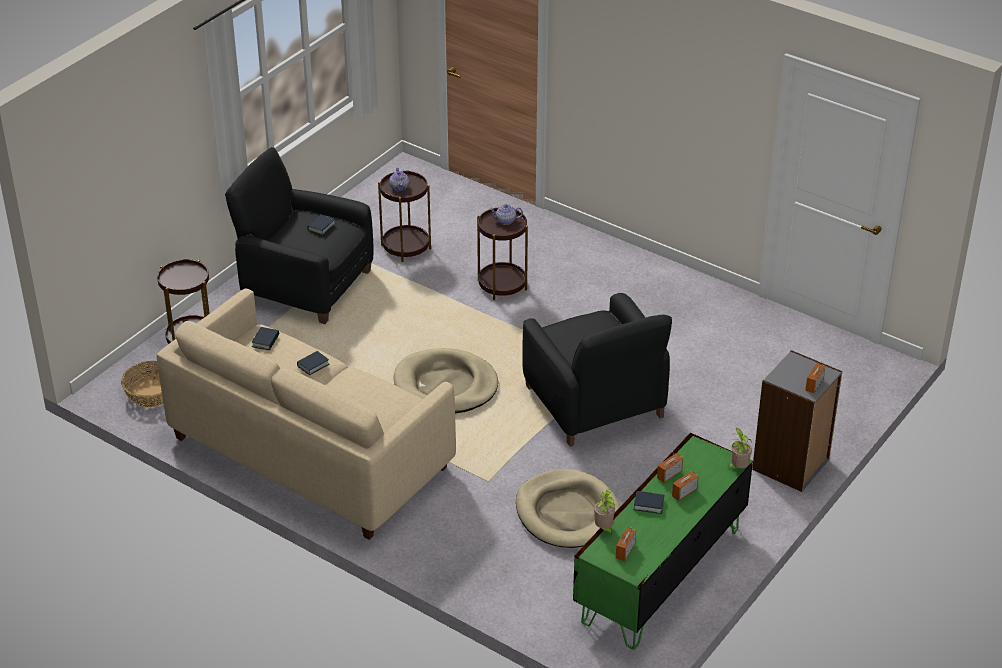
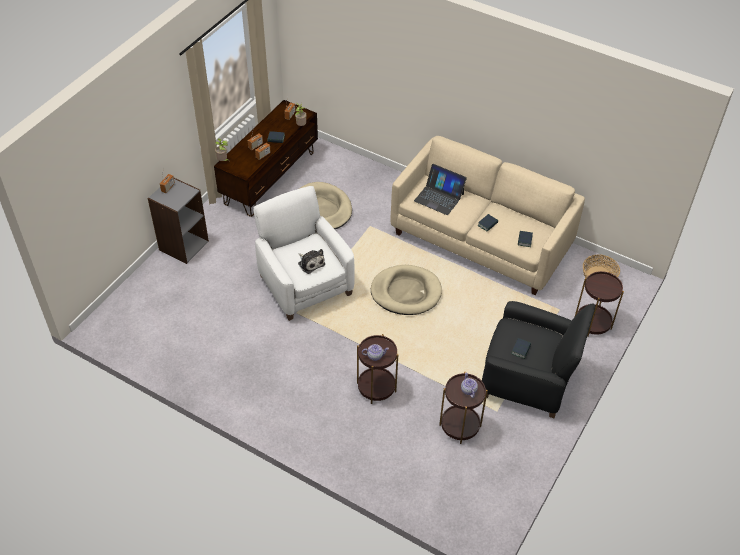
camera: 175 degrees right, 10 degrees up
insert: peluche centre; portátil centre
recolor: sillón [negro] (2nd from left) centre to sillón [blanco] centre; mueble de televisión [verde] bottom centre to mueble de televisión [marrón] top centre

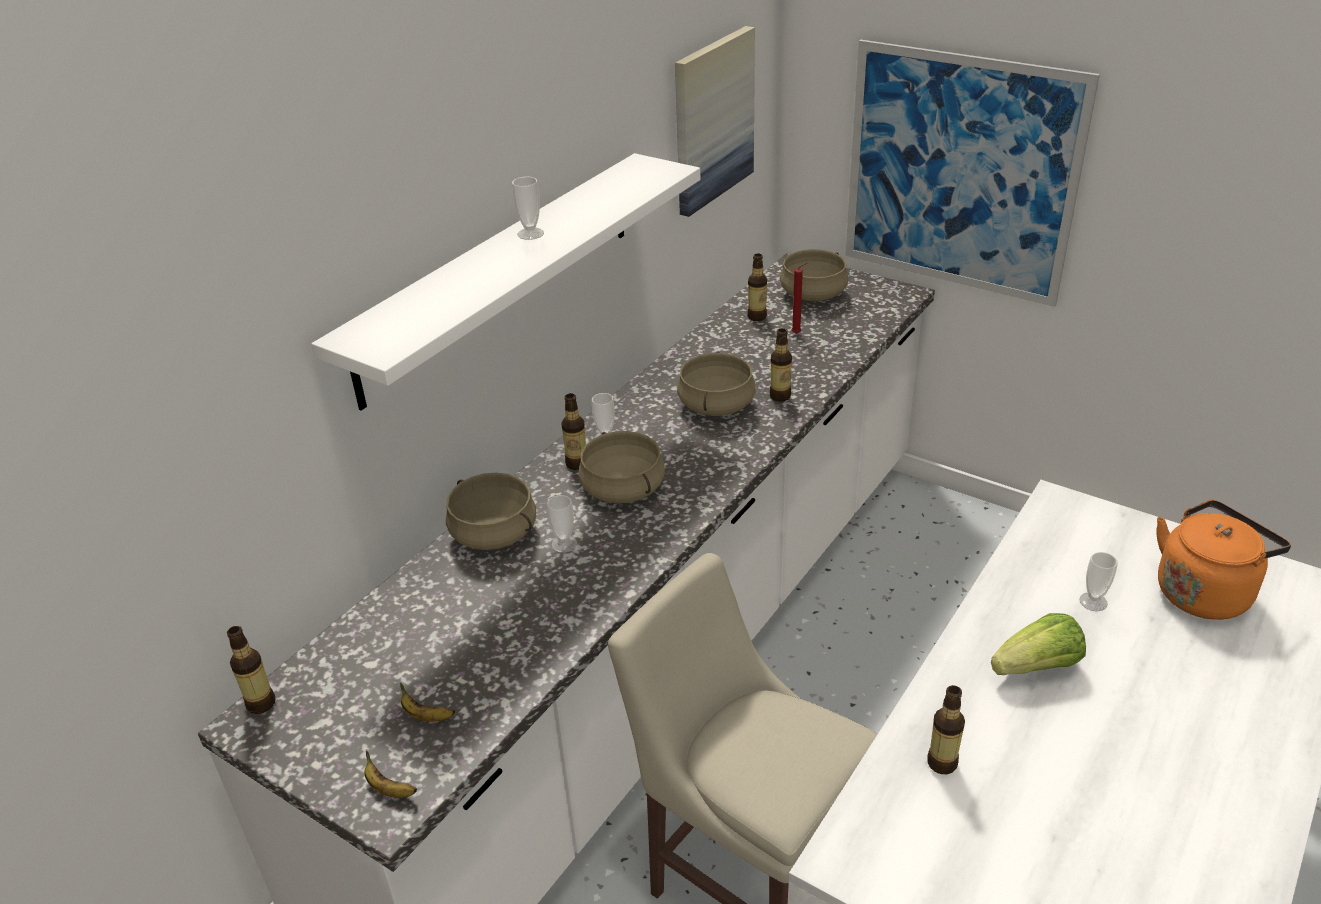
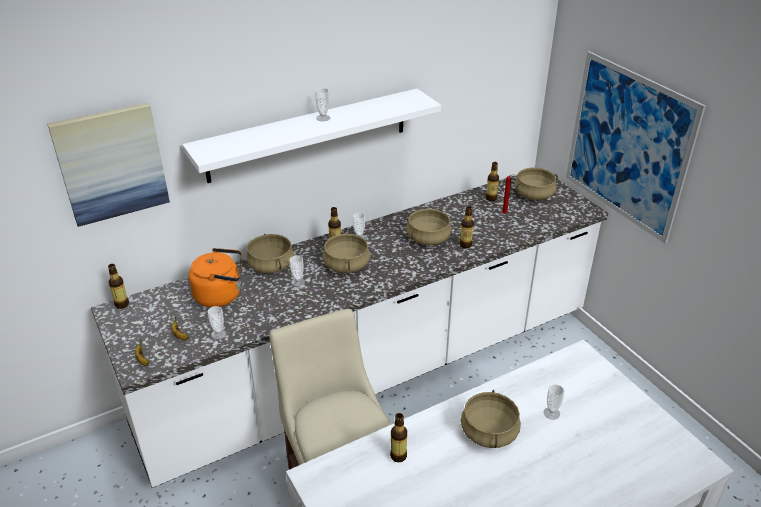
camera: 25 degrees right, 0 degrees up
insert: taza (1st from left) middle left
move: cuadro (1st from left) top centre to top left; hervidor [naranja] middle right to middle left
replace: lechuga bottom right to olla [beis] (4th from left) bottom centre

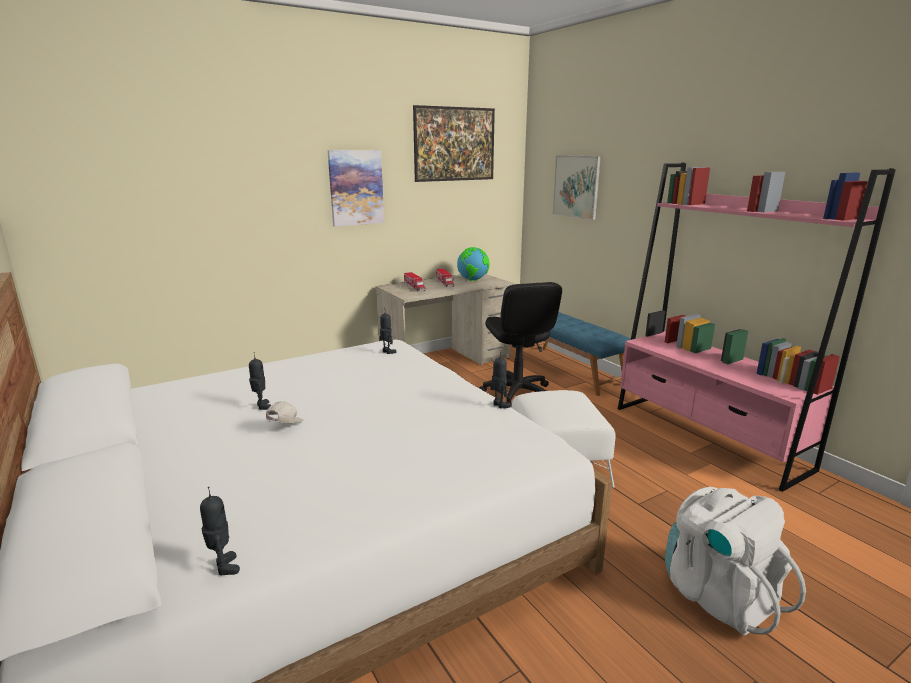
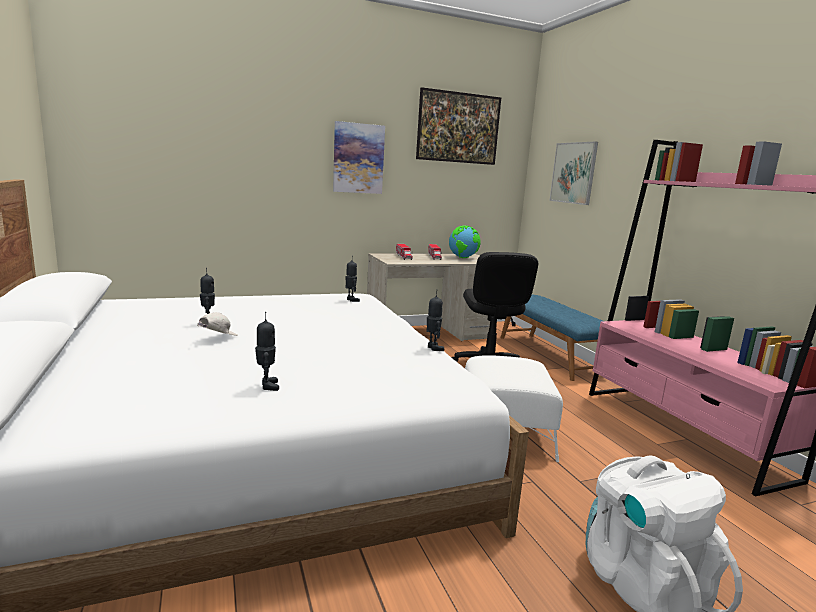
camera: 10 degrees right, 5 degrees down
move: robot de juguete (1st from left in the first image) bottom left to robot de juguete (2nd from left) middle left

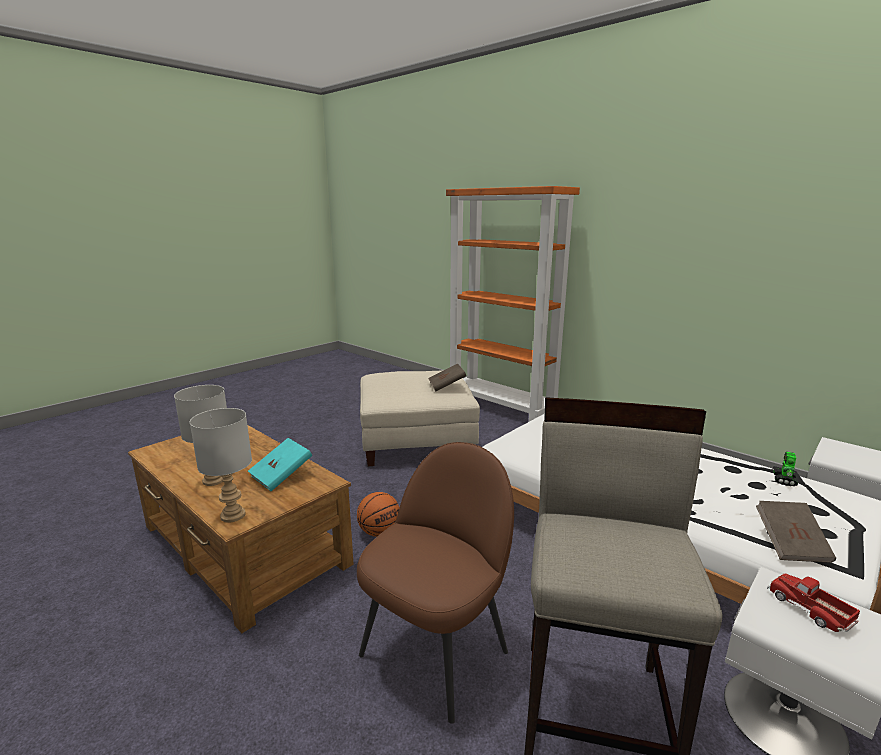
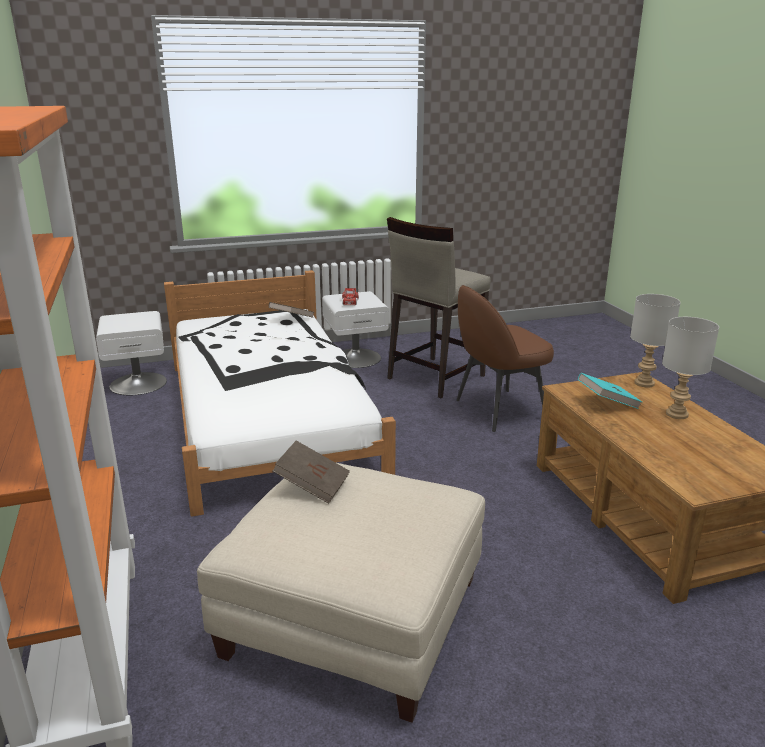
camera: 150 degrees left, 5 degrees up
delete: balón de baloncesto bottom centre; robot de juguete middle right

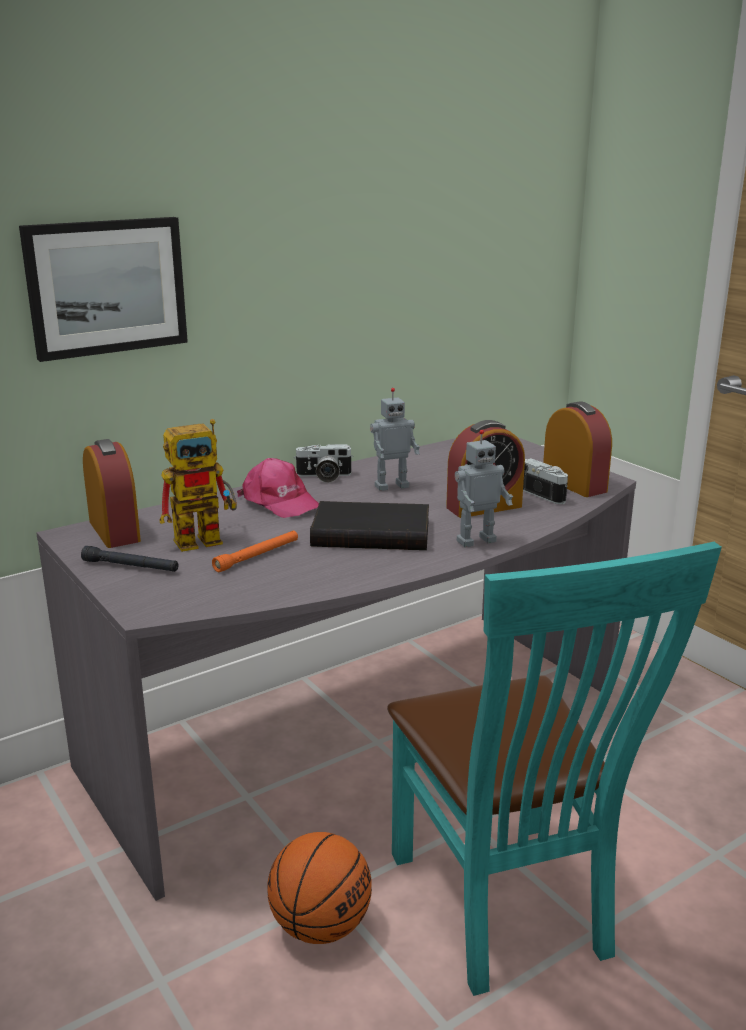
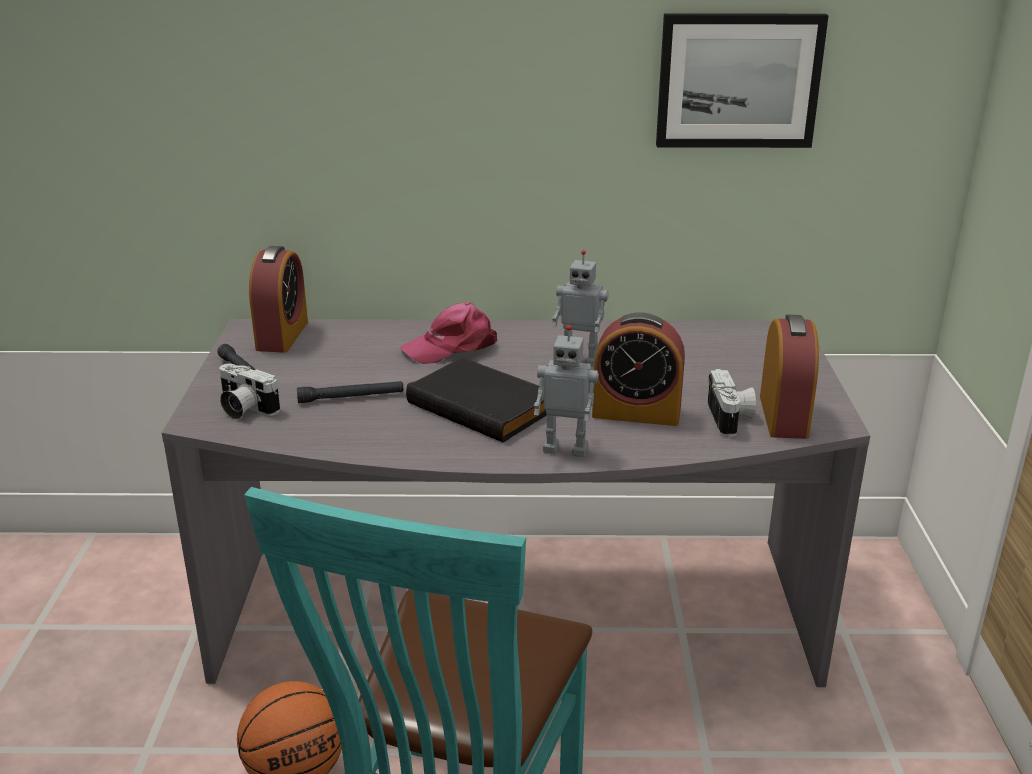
camera: 35 degrees right, 5 degrees up
delete: robot de juguete (1st from left) middle left
move: cuadro top left to top right; cámara (1st from left) centre to middle left
recolor: linterna [naranja] centre to linterna [negro] (2nd from left) centre
rotate: gorra [rosa] centre = centre 75 degrees clockwise

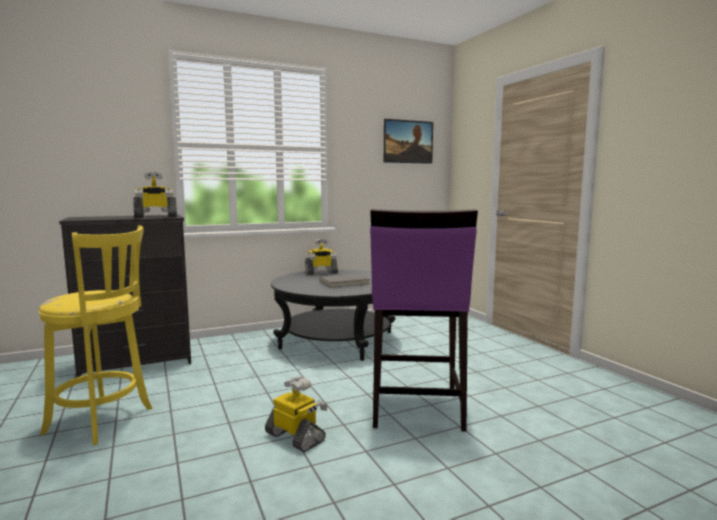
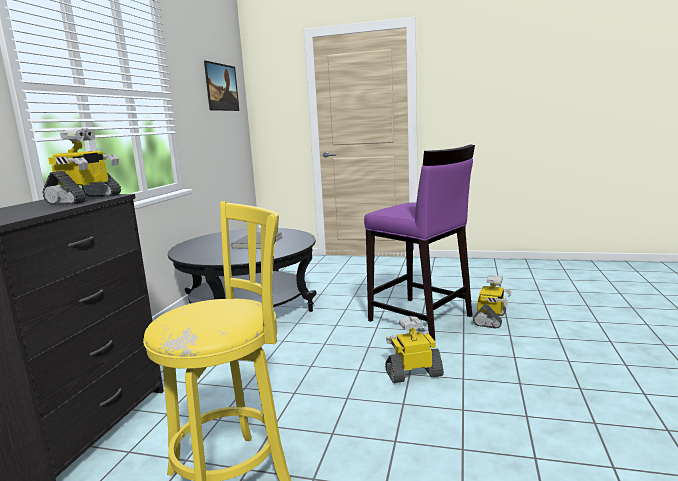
camera: 50 degrees left, 5 degrees up
move: robot de juguete (3rd from left) centre to middle right

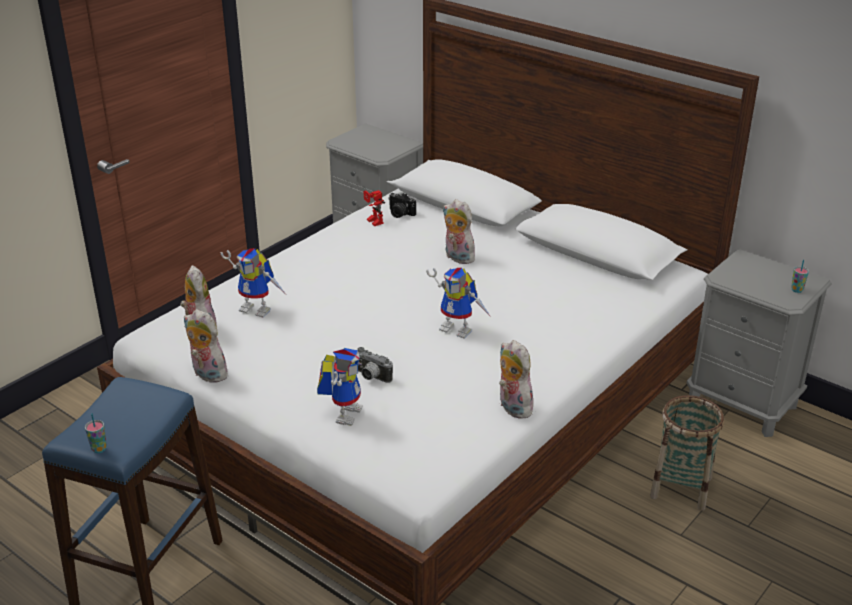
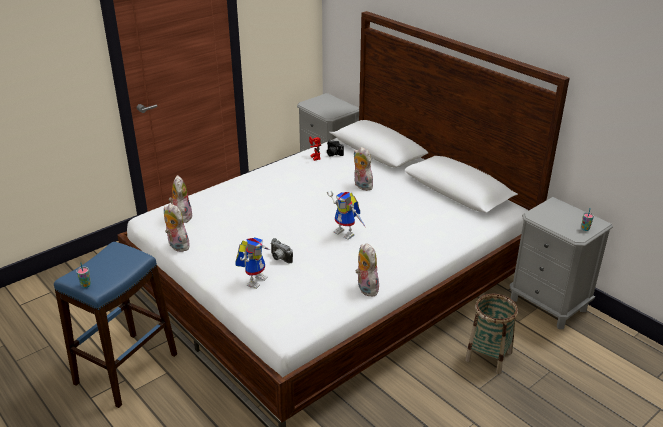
camera: 10 degrees right, 0 degrees up
delete: robot de juguete (1st from left) middle left

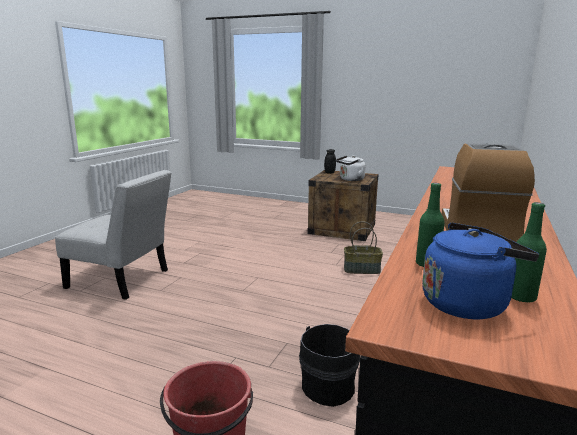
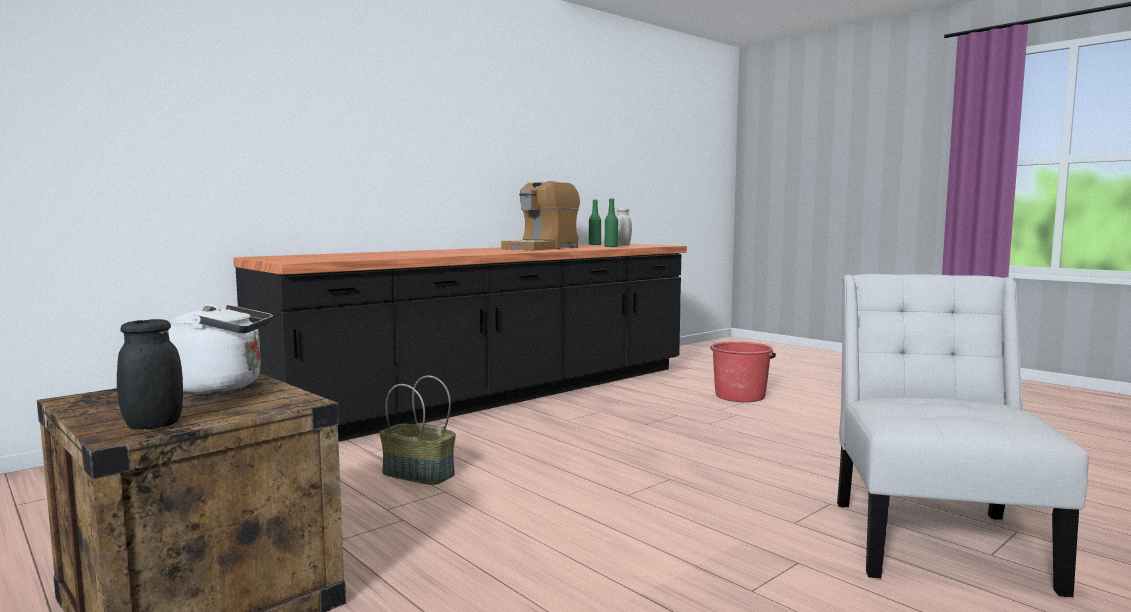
camera: 155 degrees left, 10 degrees down
delete: cubo [negro] bottom centre
replace: hervidor [azul] middle right to tarro [blanco] centre
rotate: silla [blanco] middle left = bottom right 60 degrees clockwise

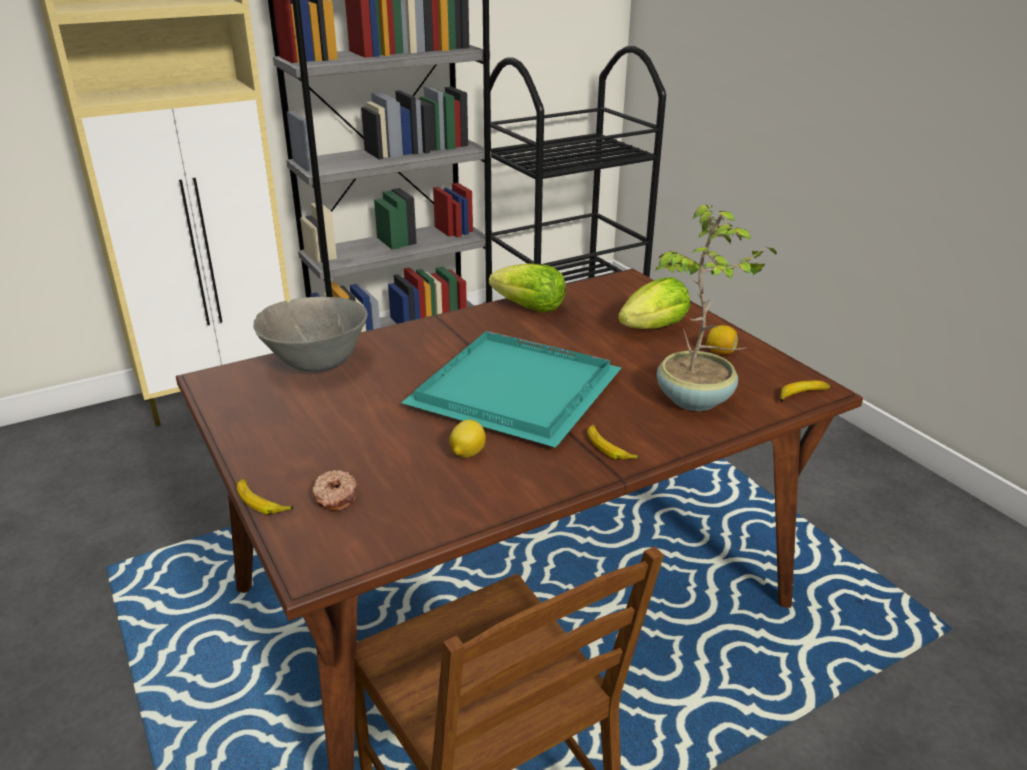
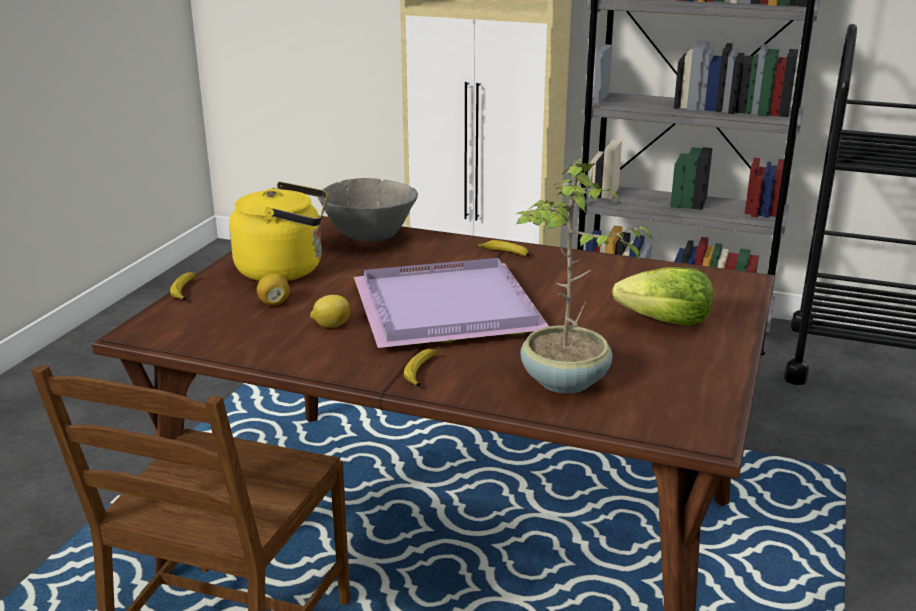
camera: 50 degrees right, 5 degrees down
delete: rosquilla middle left; lechuga (1st from left) centre
insert: hervidor [amarillo] middle left
move: limón (2nd from left in the first image) middle right to limón (1st from left) middle left; plátano (3rd from left) middle right to centre
recolor: bandeja [turquesa] centre to bandeja [morado] centre

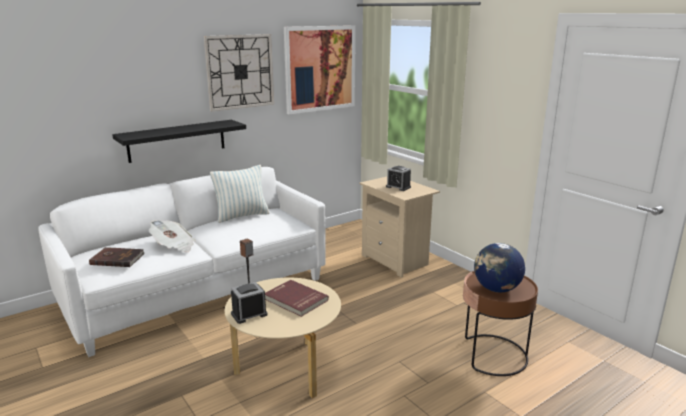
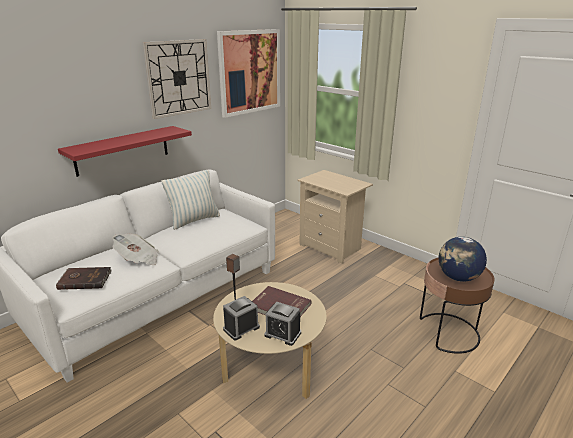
camera: 10 degrees left, 5 degrees up
move: despertador (2nd from left) centre to bottom centre
recolor: estante [negro] middle left to estante [rojo] middle left

